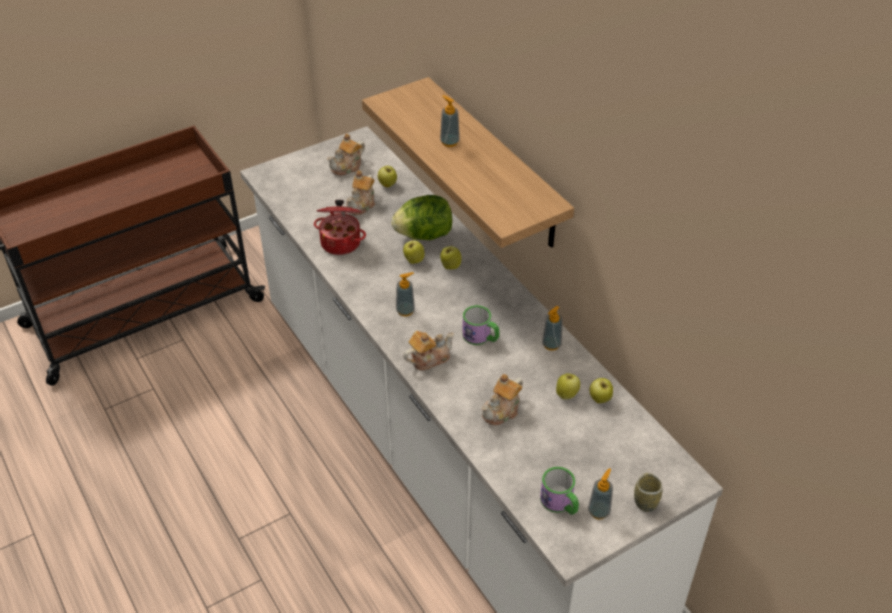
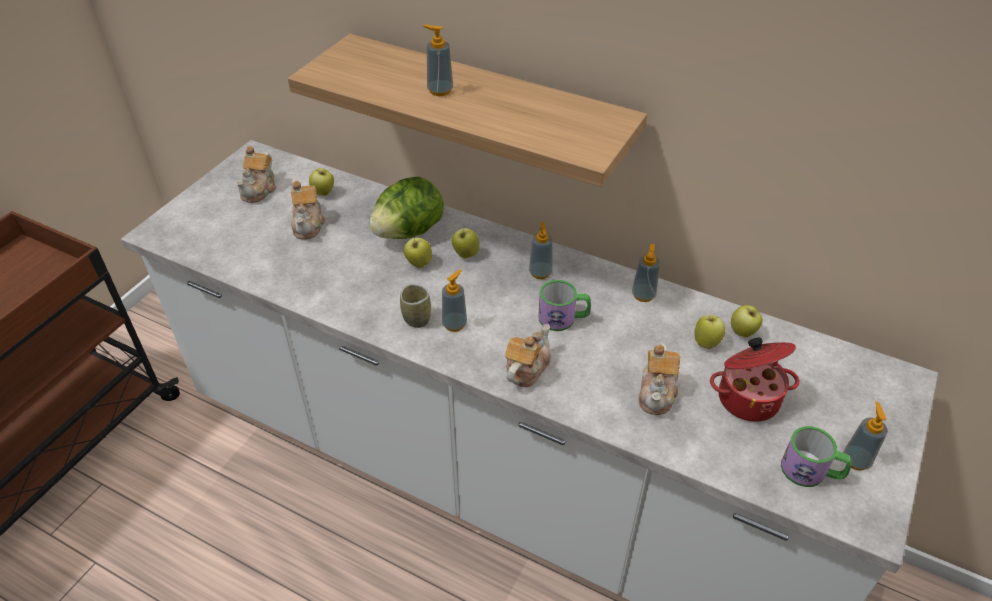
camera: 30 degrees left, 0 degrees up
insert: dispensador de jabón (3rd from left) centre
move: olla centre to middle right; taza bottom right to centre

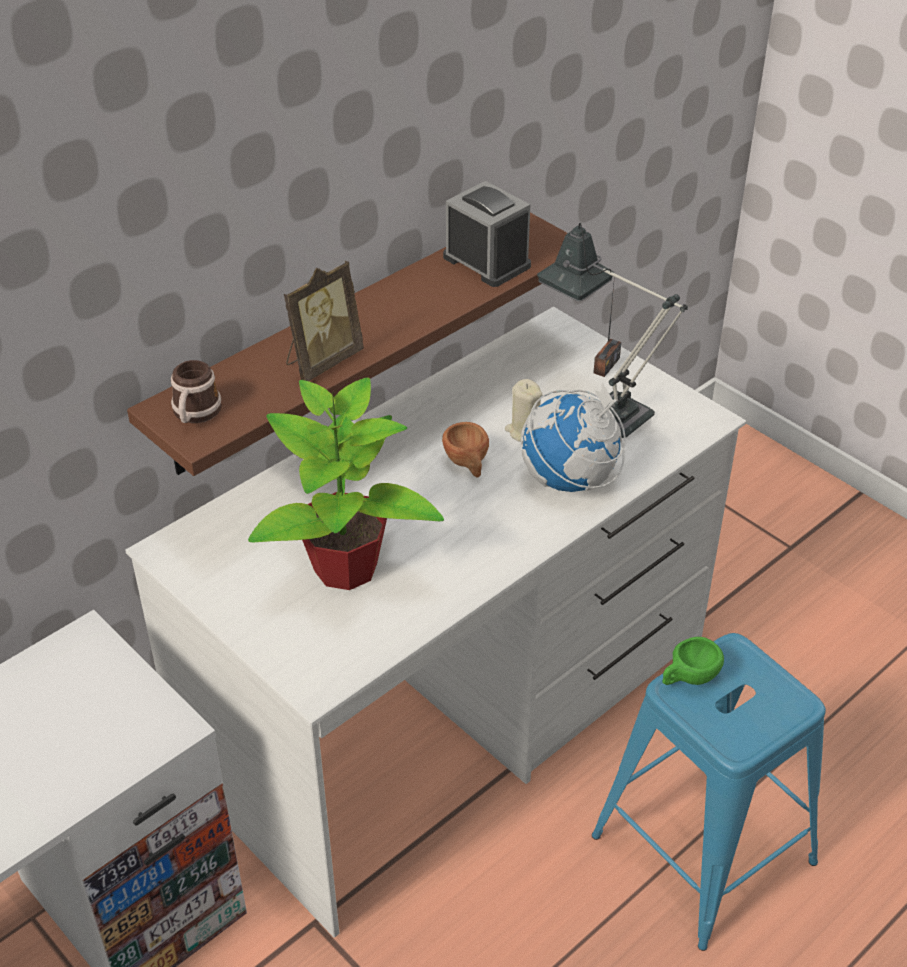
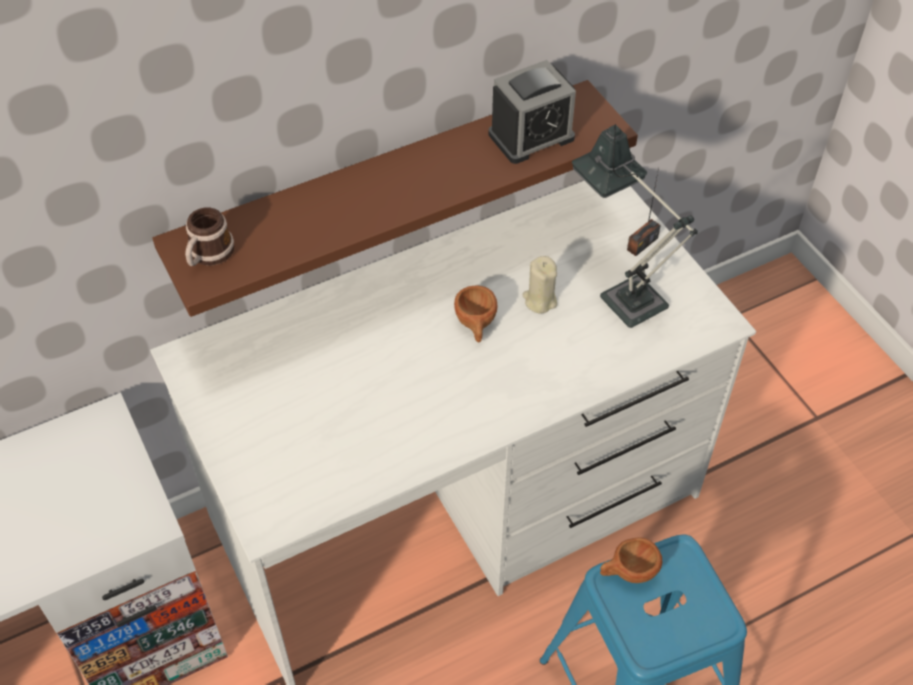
camera: 15 degrees right, 10 degrees up
delete: planta en maceta centre; portarretratos top centre; globo terráqueo centre
recolor: taza [verde] bottom right to taza [marrón] (2nd from left) bottom right
rotate: despertador top centre = top centre 90 degrees clockwise

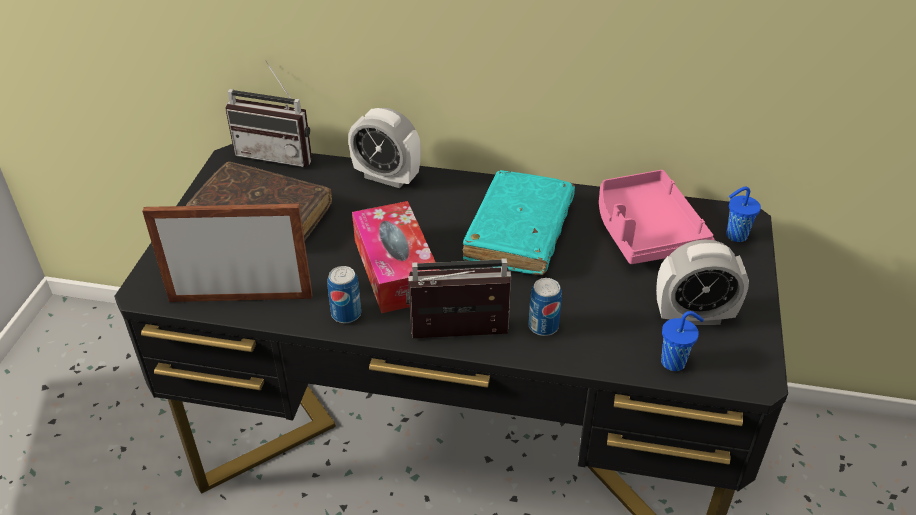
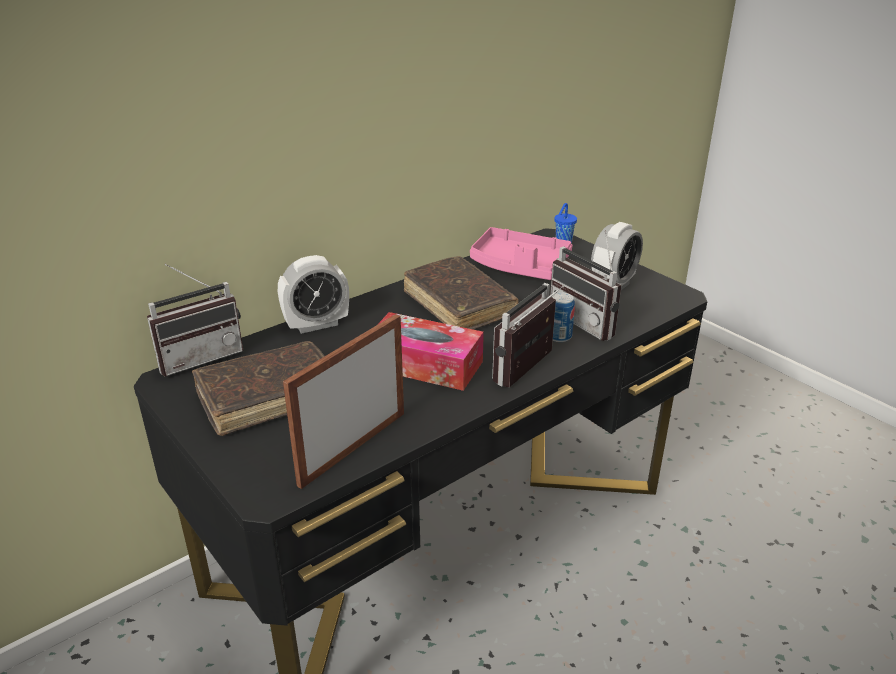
camera: 50 degrees left, 10 degrees down
delete: lata (1st from left) centre; taza [azul] (1st from left) middle right
insert: radio (3rd from left) centre
recolor: libro [turquesa] centre to libro [marrón] (2nd from left) centre

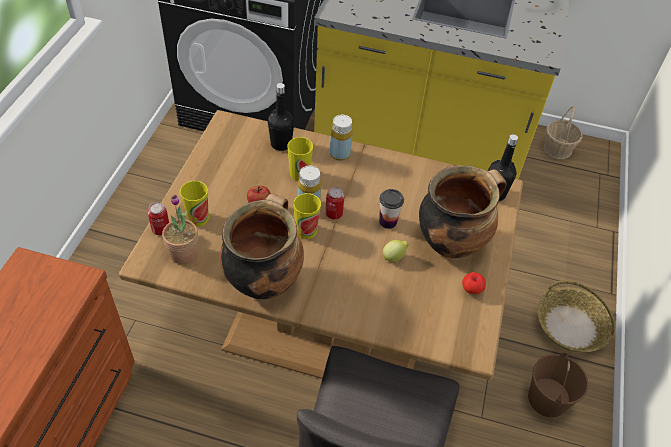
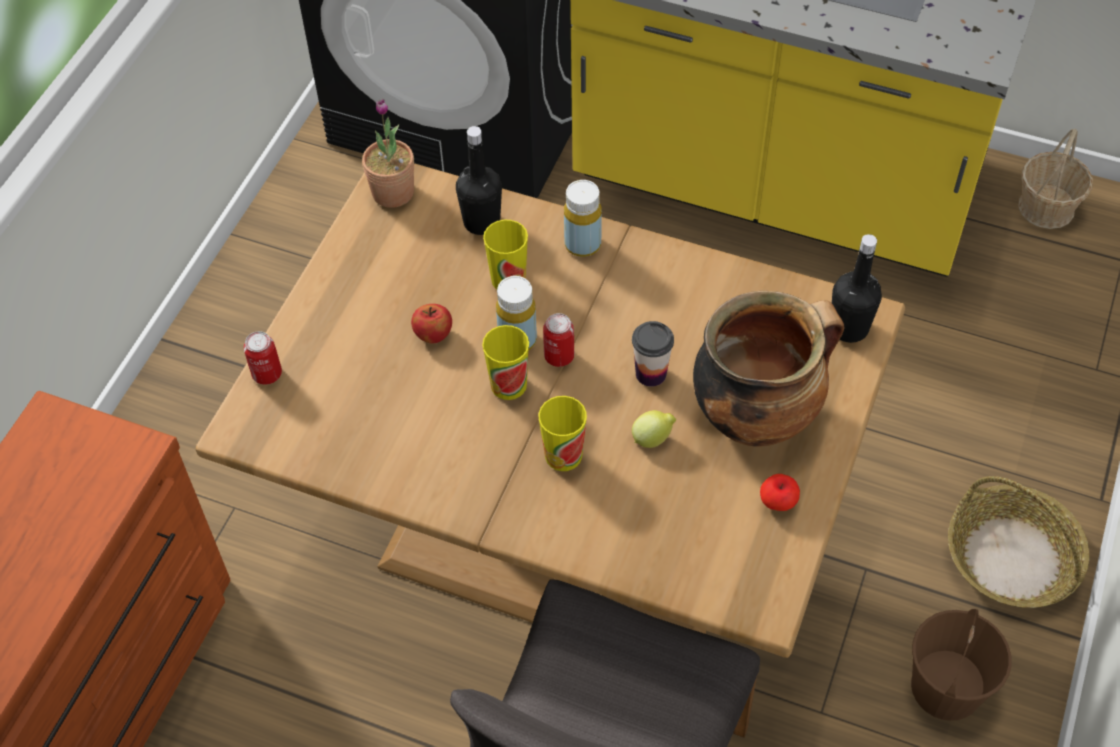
camera: 10 degrees right, 5 degrees up
delete: olla (1st from left) centre
move: planta en maceta middle left to top centre; taza (1st from left in the first image) middle left to taza (3rd from left) centre

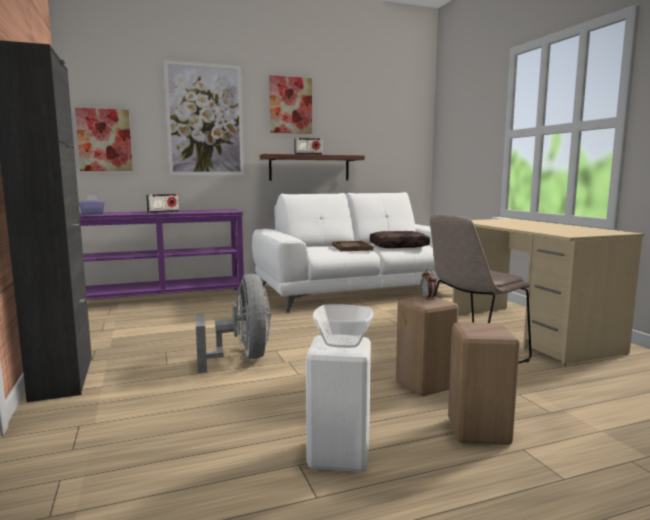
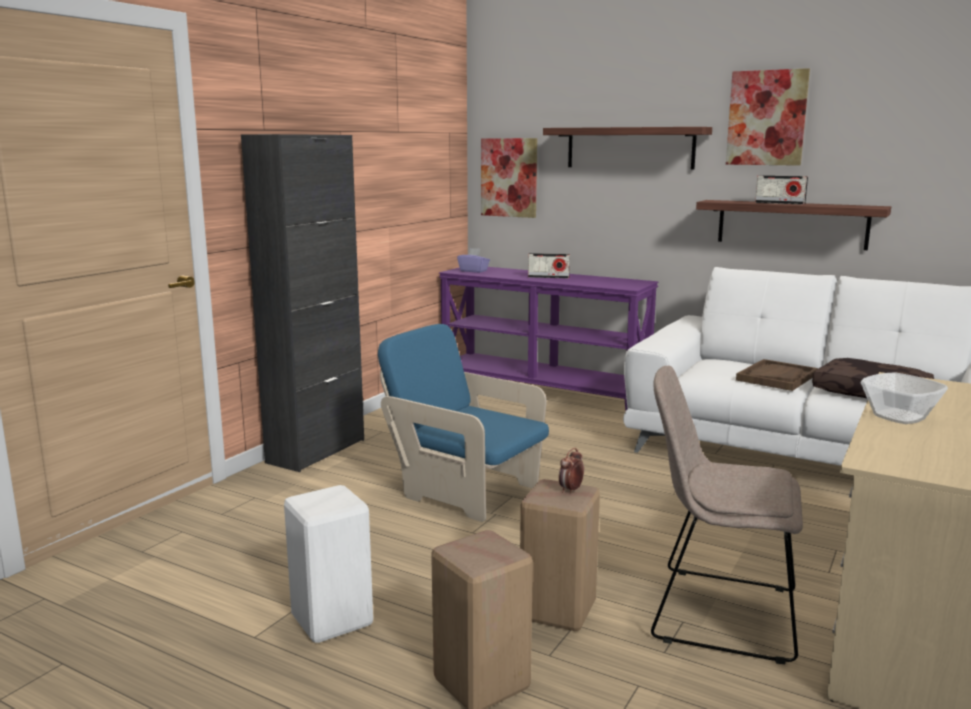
camera: 50 degrees right, 5 degrees up
move: cuenco centre to middle right
replace: cuadro (2nd from left) top left to estante (1st from left) top centre; ventilador [gris] centre to sillón [azul] centre

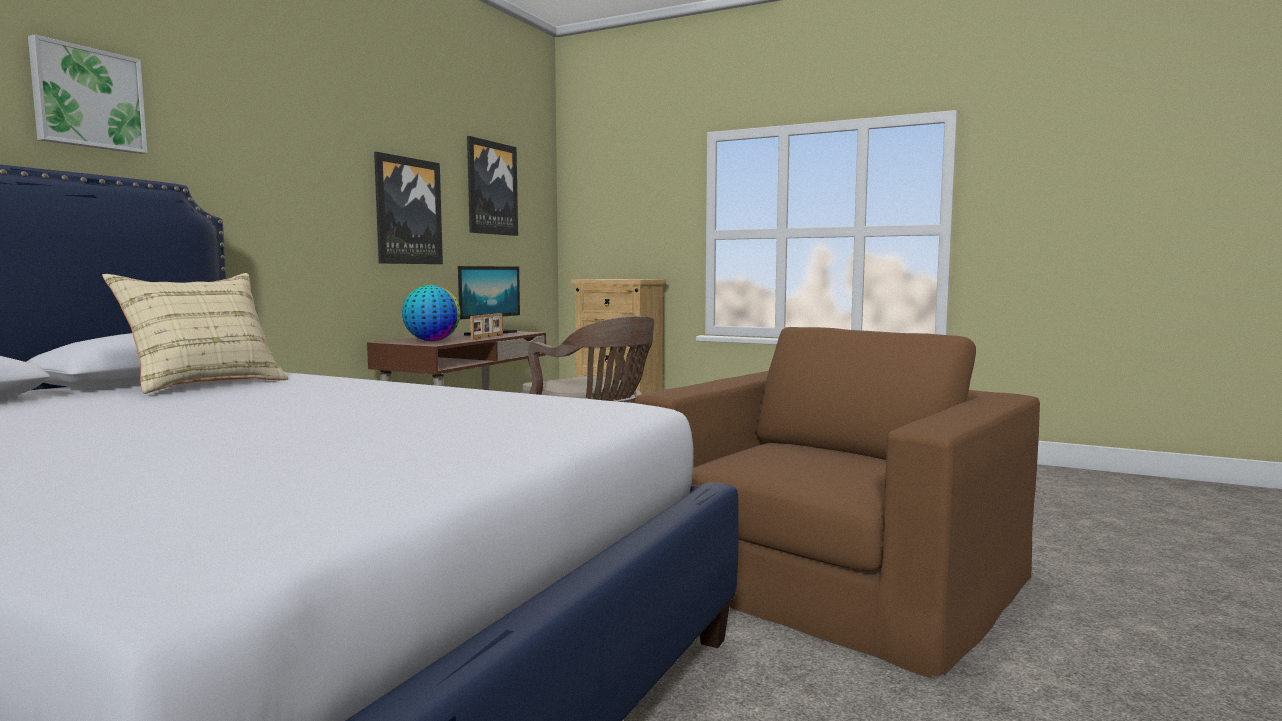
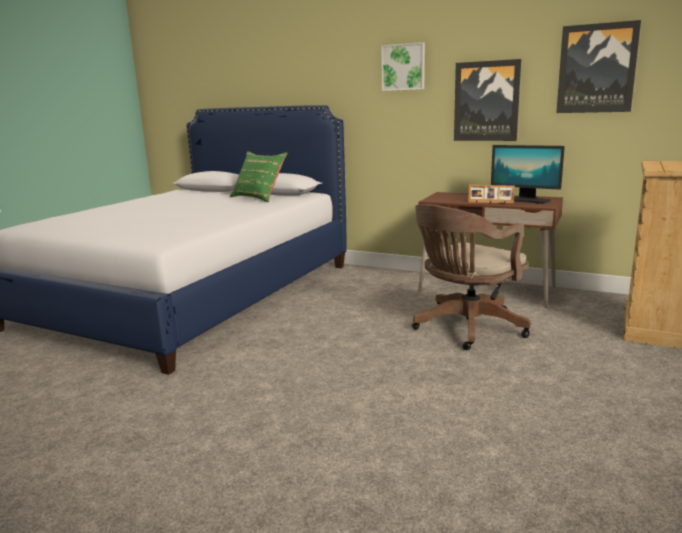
camera: 90 degrees right, 10 degrees up
delete: globo terráqueo centre; sillón [marrón] bottom centre
move: cuadro (1st from left) top left to top centre
recolor: cojín [beis] middle left to cojín [verde] top centre

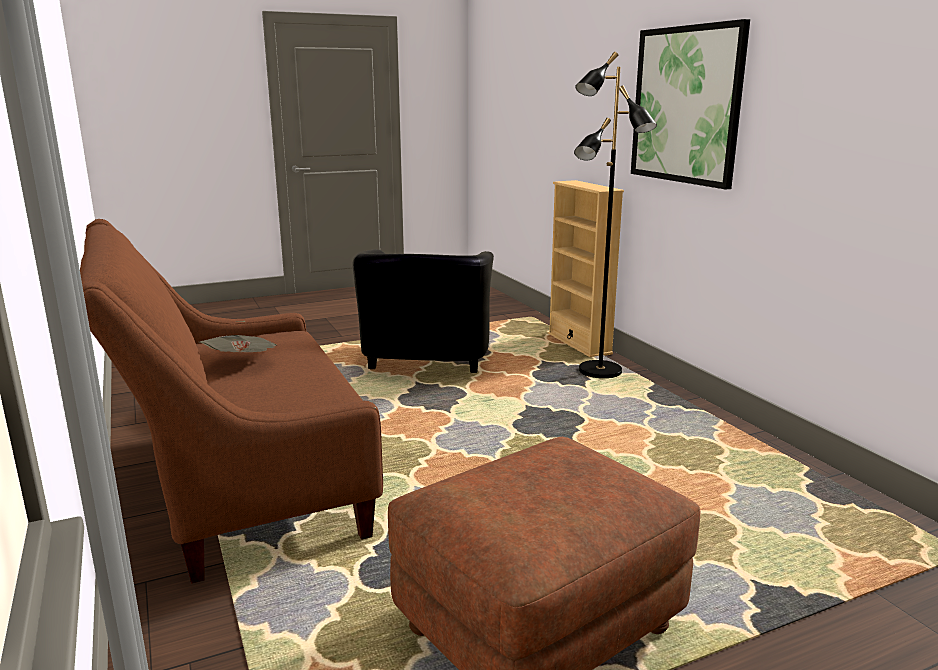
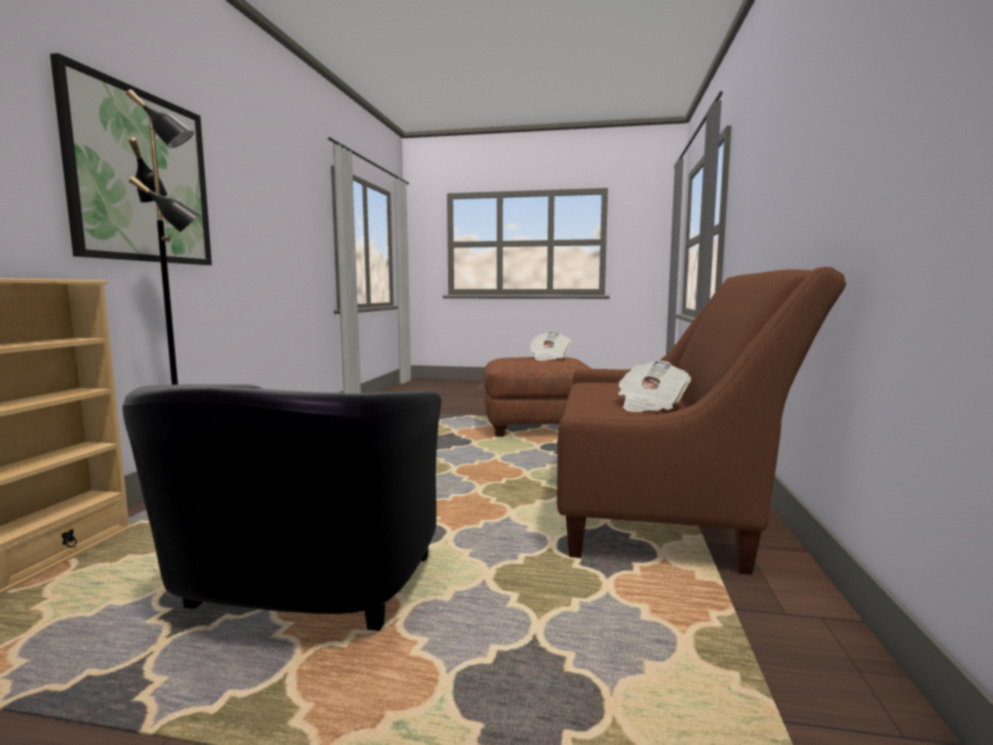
camera: 145 degrees left, 10 degrees down
insert: periódico (1st from left) centre
rotate: sillón [negro] centre = bottom left 150 degrees clockwise

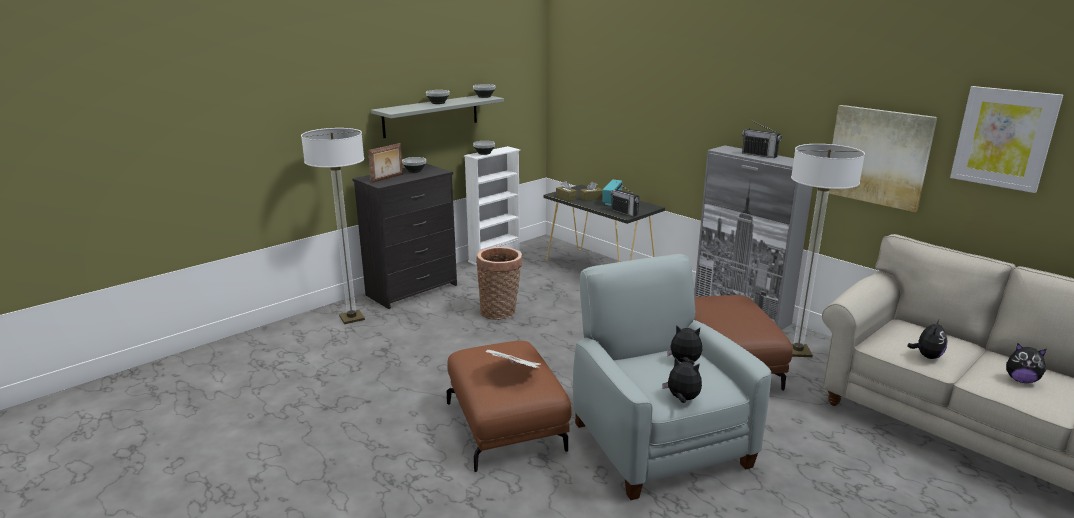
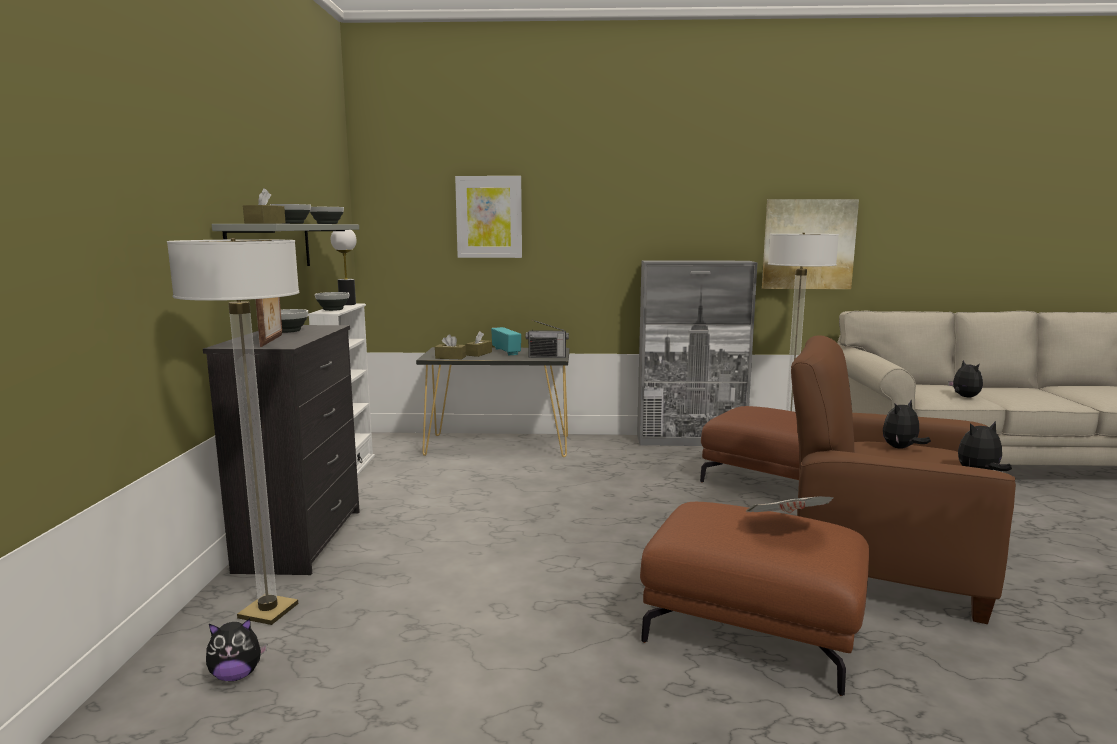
camera: 45 degrees left, 10 degrees down
delete: cesta centre; radio (3rd from left) top right
insert: caja de pañuelos [marrón] (1st from left) top left; lámpara de mesa middle left
move: cuadro (2nd from left in the first image) top right to cuadro (1st from left) top centre; peluche (4th from left in the first image) bottom right to peluche (1st from left) bottom left
recolor: sillón [gris] bottom centre to sillón [marrón] middle right

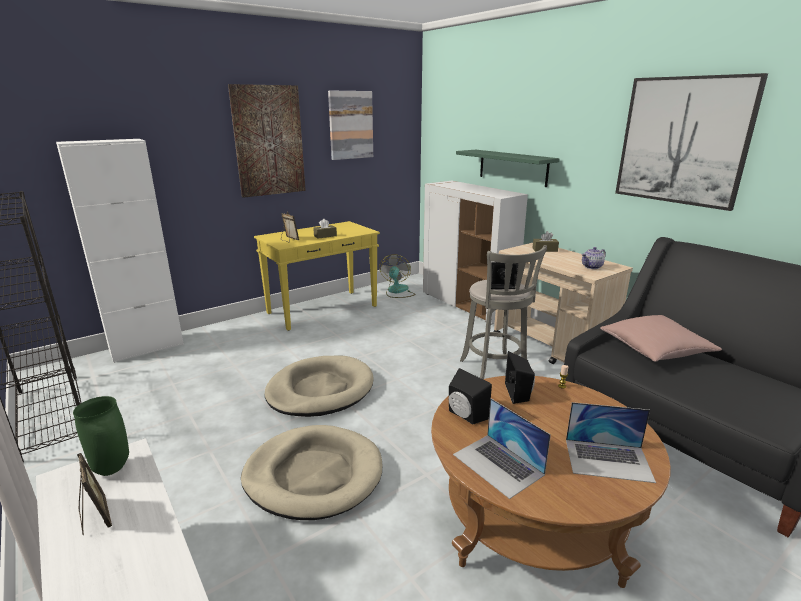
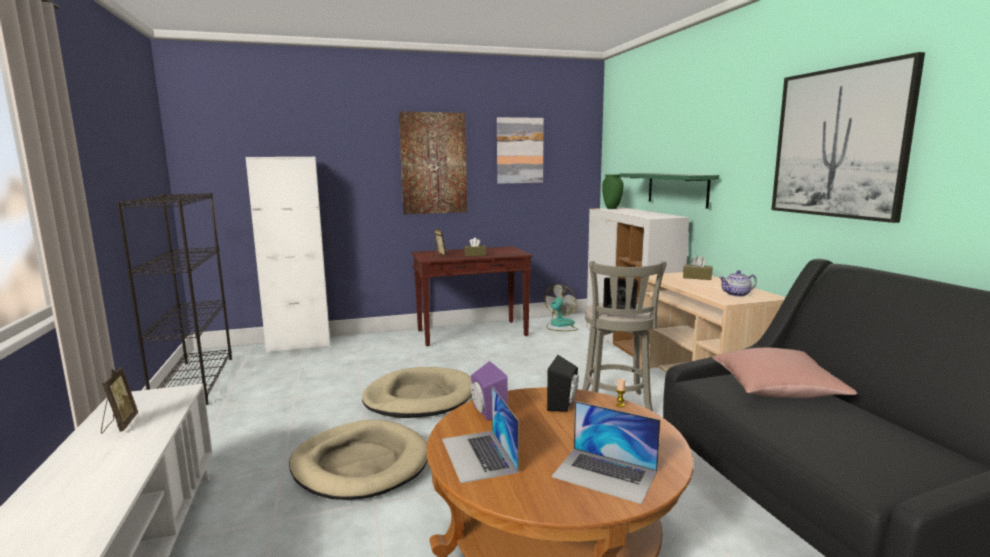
camera: 20 degrees right, 10 degrees down
move: florero [verde] bottom left to centre
recolor: mesa consola [amarillo] centre to mesa consola [marrón] centre; altavoz [negro] (1st from left) centre to altavoz [morado] bottom centre

